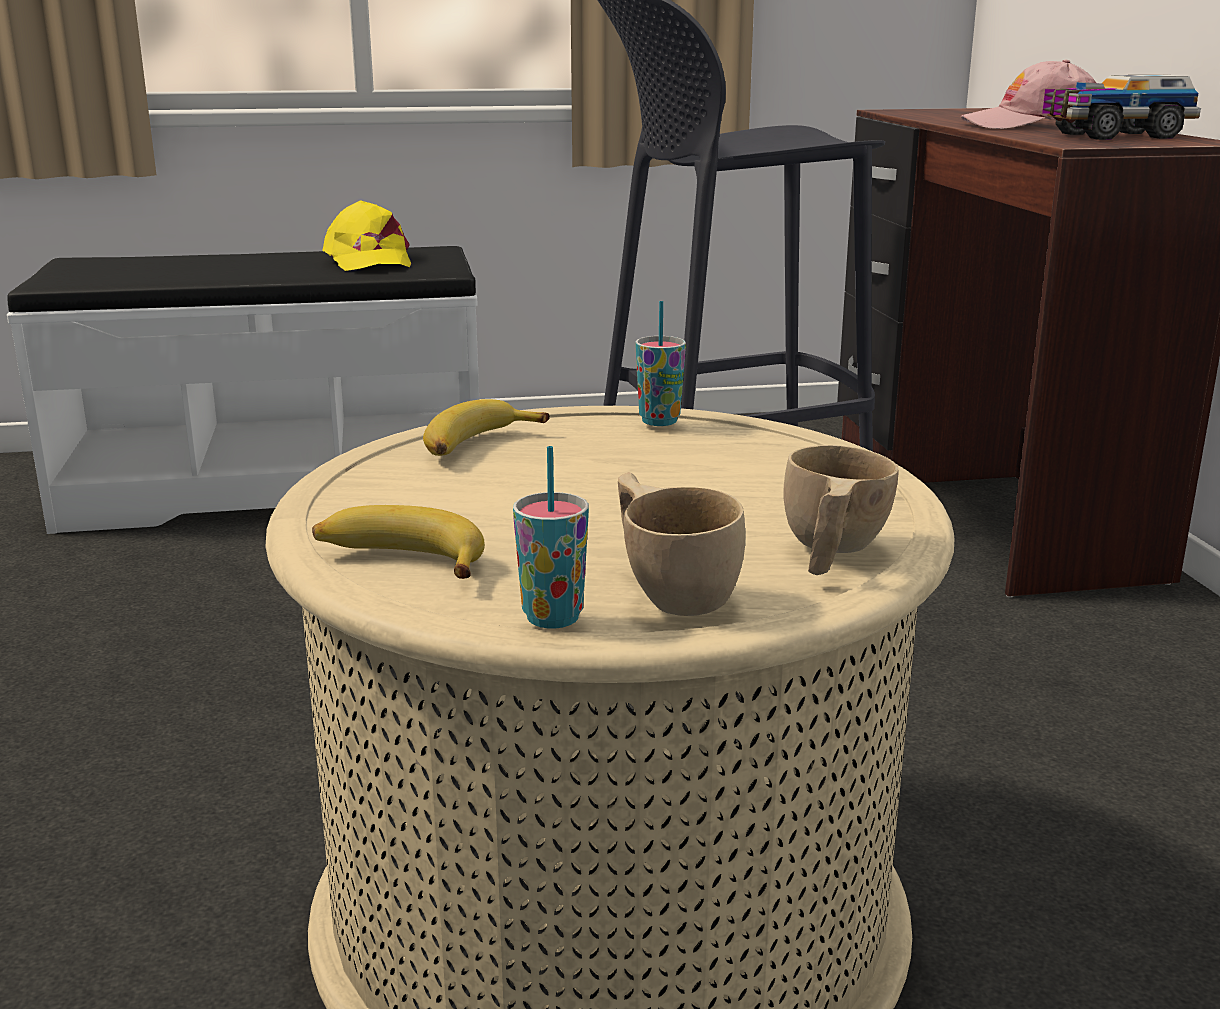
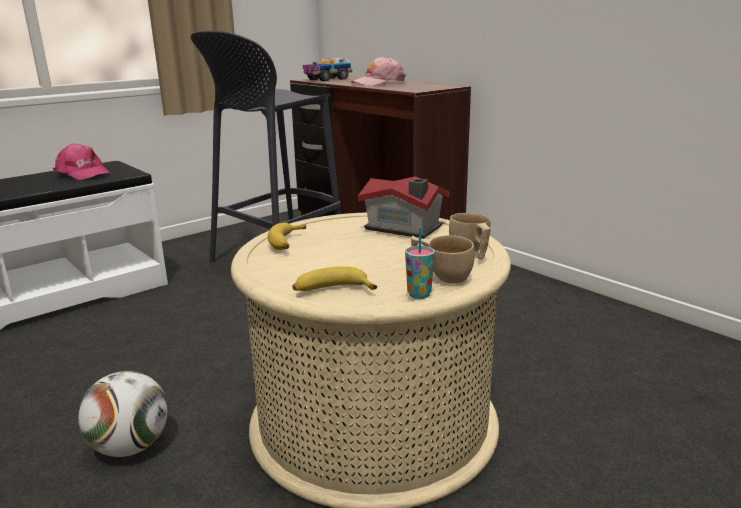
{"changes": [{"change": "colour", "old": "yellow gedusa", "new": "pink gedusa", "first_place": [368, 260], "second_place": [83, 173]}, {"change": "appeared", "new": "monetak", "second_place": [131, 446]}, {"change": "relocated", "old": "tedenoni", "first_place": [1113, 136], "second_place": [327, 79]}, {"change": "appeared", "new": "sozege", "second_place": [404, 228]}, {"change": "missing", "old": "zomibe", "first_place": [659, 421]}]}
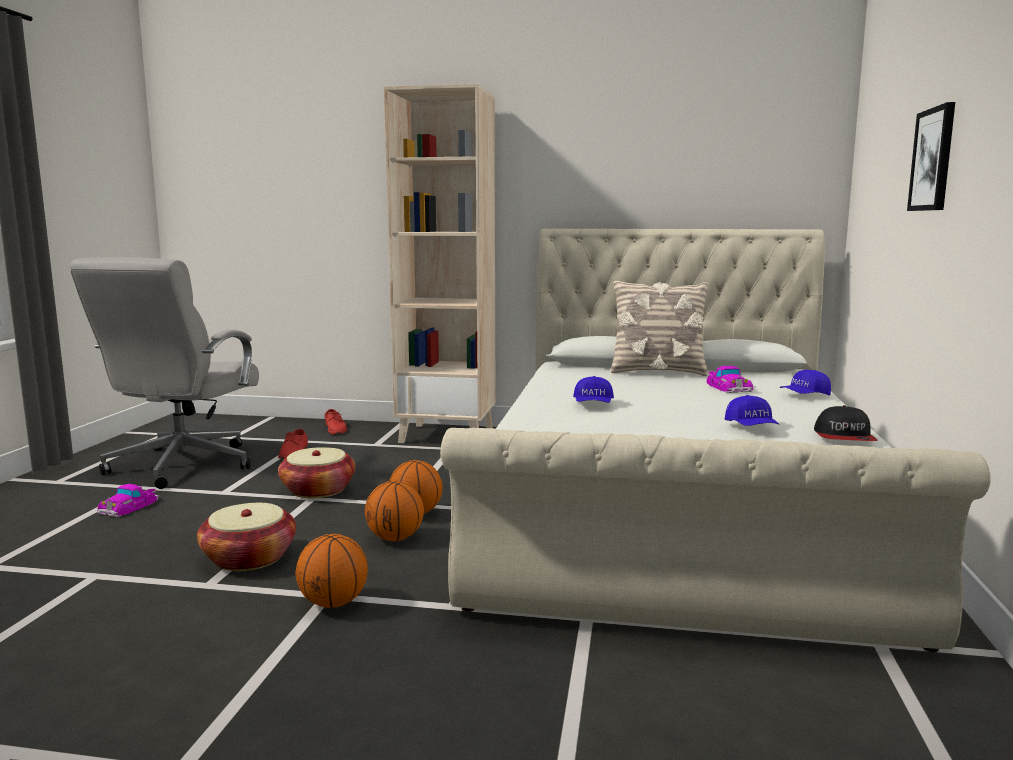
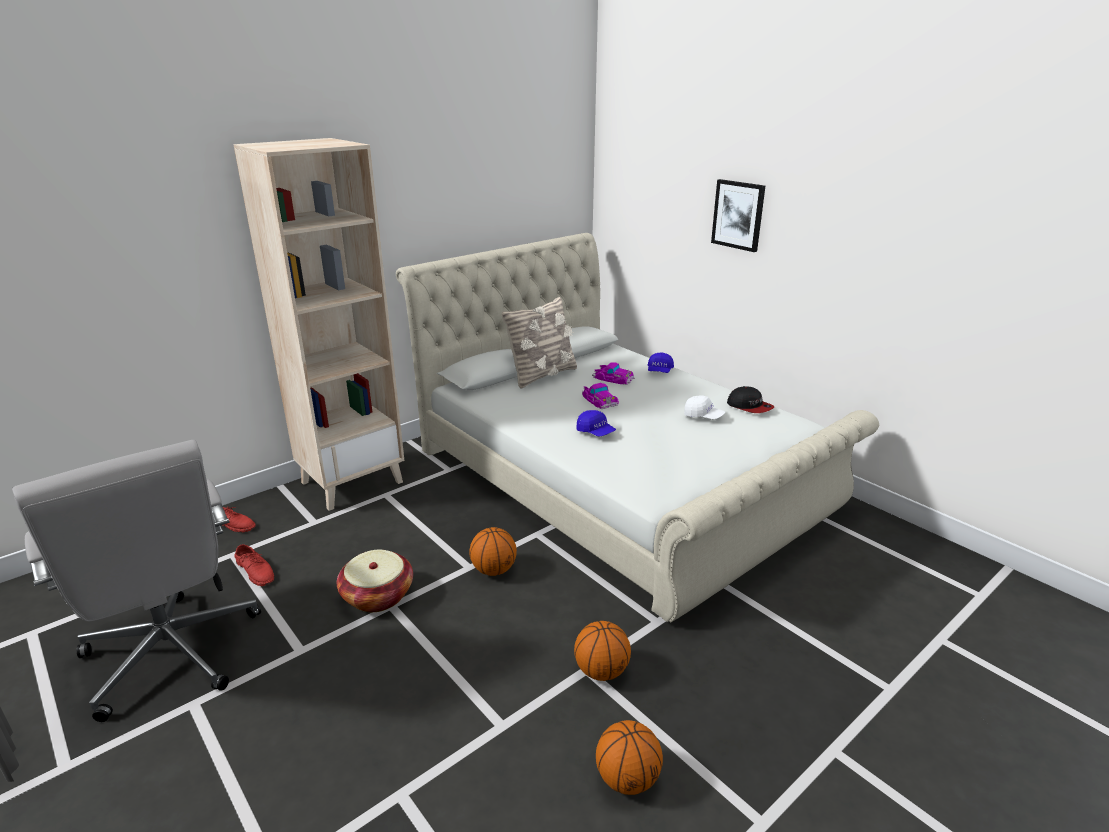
{"changes": [{"change": "relocated", "old": "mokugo", "first_place": [129, 506], "second_place": [599, 400]}, {"change": "relocated", "old": "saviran", "first_place": [395, 538], "second_place": [627, 779]}, {"change": "colour", "old": "blue gedusa", "new": "white gedusa", "first_place": [751, 427], "second_place": [703, 416]}, {"change": "missing", "old": "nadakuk", "first_place": [249, 558]}]}
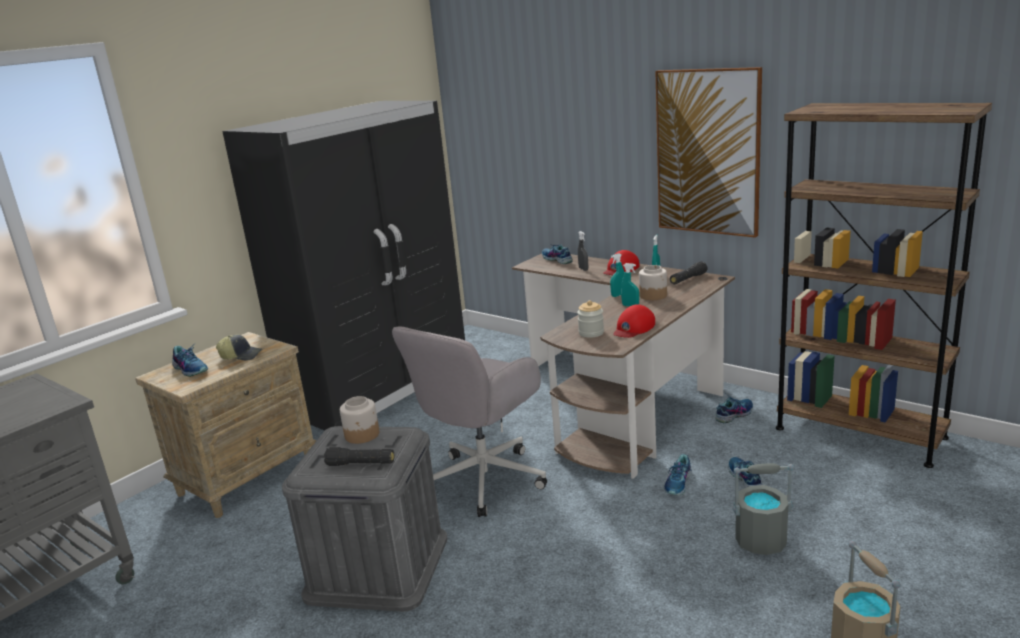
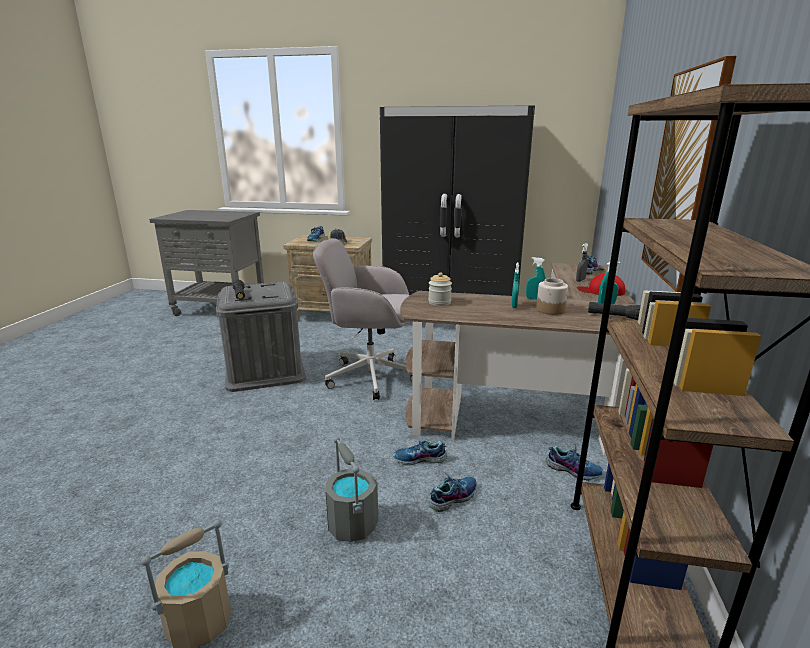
{"changes": [{"change": "missing", "old": "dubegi", "first_place": [362, 435]}, {"change": "missing", "old": "red gedusa", "first_place": [633, 328]}]}
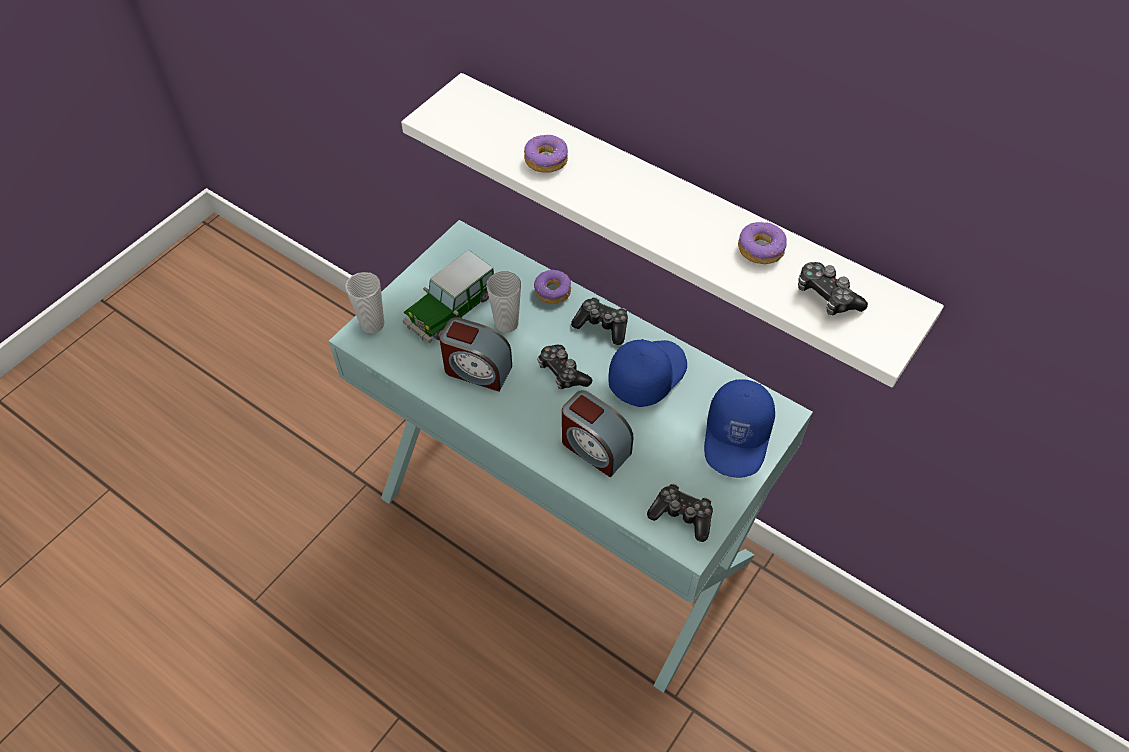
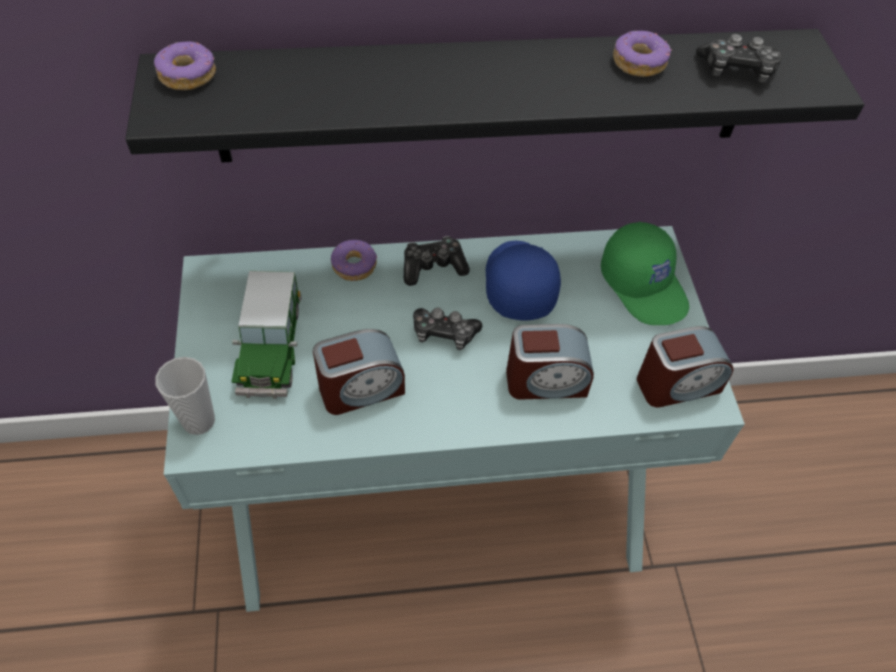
{"changes": [{"change": "colour", "old": "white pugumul", "new": "black pugumul", "first_place": [674, 217], "second_place": [486, 96]}, {"change": "relocated", "old": "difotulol", "first_place": [546, 160], "second_place": [187, 75]}, {"change": "colour", "old": "blue gedusa", "new": "green gedusa", "first_place": [738, 437], "second_place": [644, 286]}, {"change": "exchanged", "old": "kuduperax", "new": "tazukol", "first_place": [682, 515], "second_place": [677, 384]}, {"change": "missing", "old": "zomibe", "first_place": [506, 324]}]}
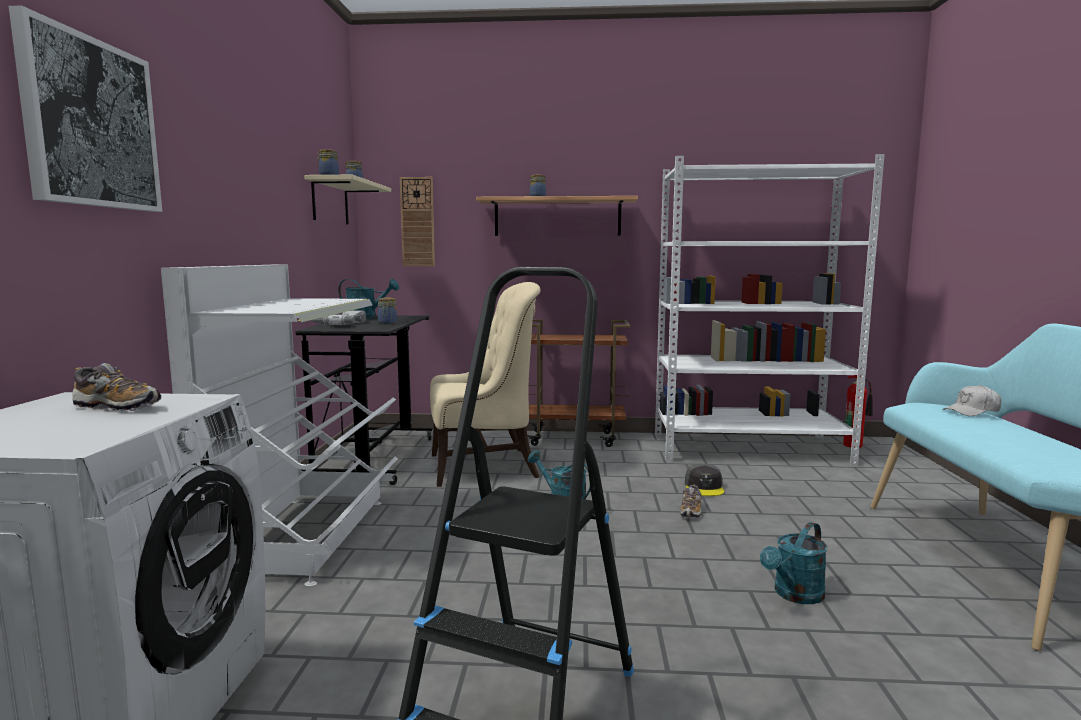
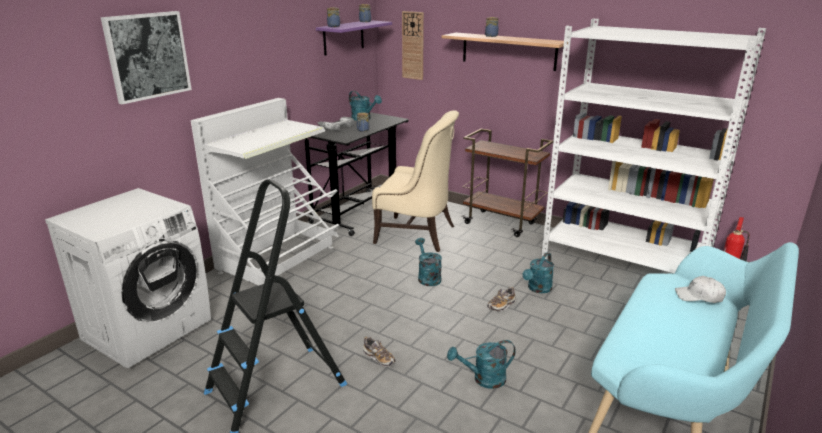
{"changes": [{"change": "colour", "old": "beige pugumul", "new": "purple pugumul", "first_place": [330, 202], "second_place": [343, 37]}, {"change": "relocated", "old": "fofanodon", "first_place": [117, 407], "second_place": [379, 358]}, {"change": "exchanged", "old": "grey gedusa", "new": "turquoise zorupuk", "first_place": [704, 487], "second_place": [537, 289]}]}
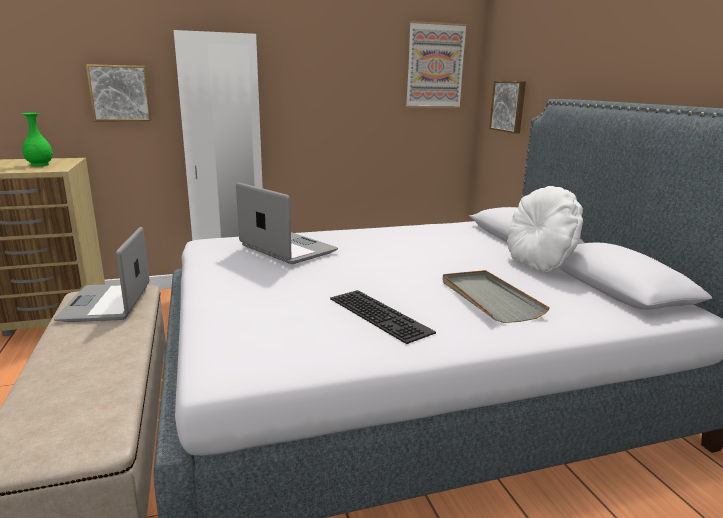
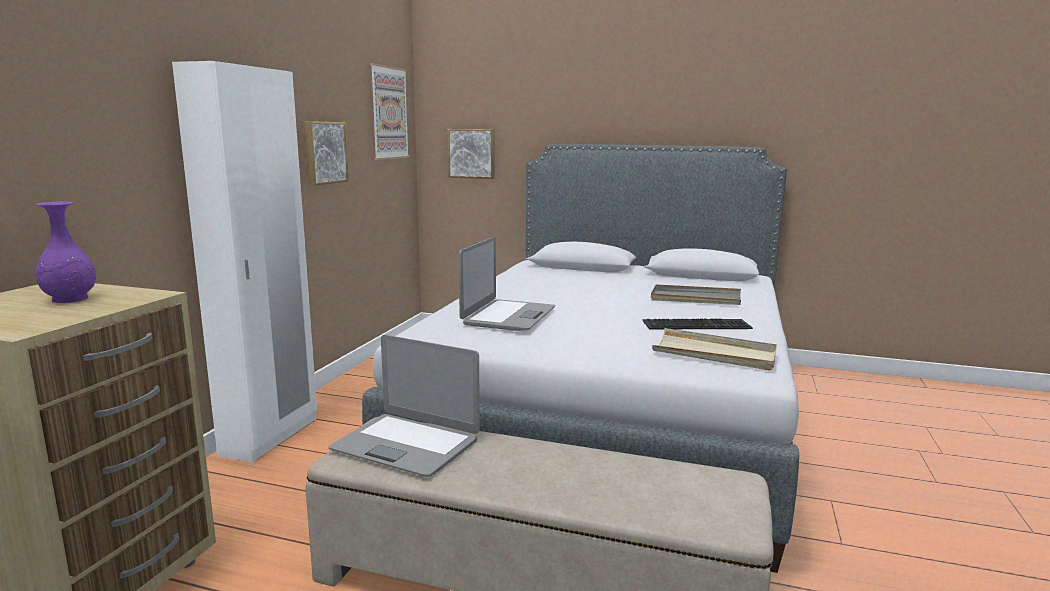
{"changes": [{"change": "colour", "old": "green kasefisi", "new": "purple kasefisi", "first_place": [39, 165], "second_place": [69, 299]}, {"change": "relocated", "old": "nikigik", "first_place": [120, 93], "second_place": [324, 152]}, {"change": "spun", "old": "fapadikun", "first_place": [287, 249], "second_place": [508, 316], "degrees": 120}, {"change": "appeared", "new": "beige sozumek", "second_place": [714, 354]}, {"change": "missing", "old": "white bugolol", "first_place": [538, 265]}]}
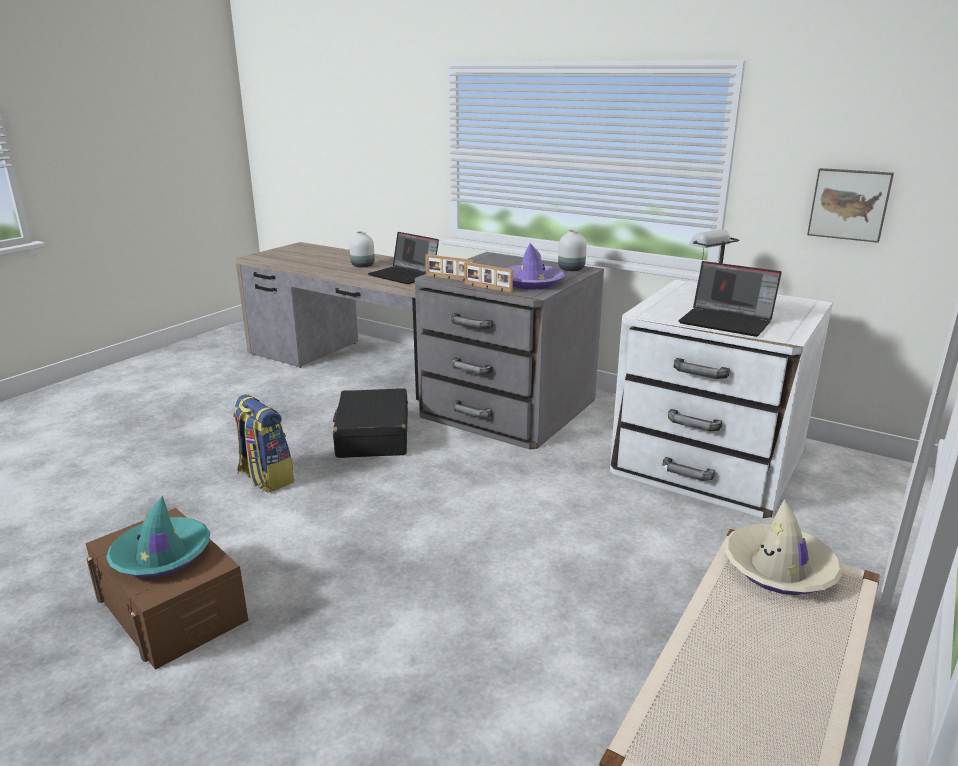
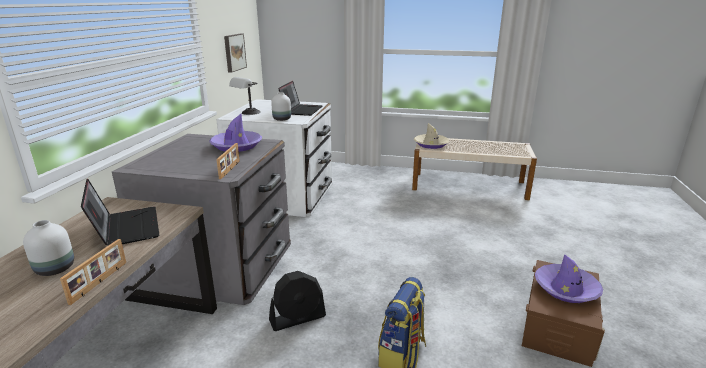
{"changes": [{"change": "relocated", "old": "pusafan", "first_place": [487, 288], "second_place": [100, 282]}, {"change": "spun", "old": "fapadikun", "first_place": [405, 275], "second_place": [126, 227], "degrees": -45}, {"change": "exchanged", "old": "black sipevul", "new": "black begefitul", "first_place": [373, 436], "second_place": [298, 318]}, {"change": "relocated", "old": "white kasefisi", "first_place": [571, 269], "second_place": [282, 119]}, {"change": "colour", "old": "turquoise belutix", "new": "purple belutix", "first_place": [161, 556], "second_place": [566, 288]}]}
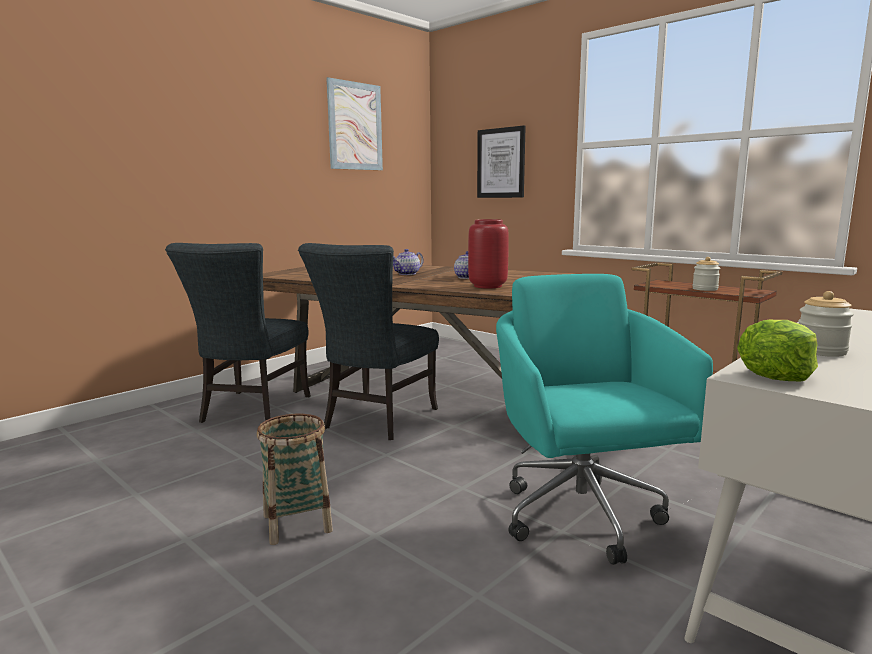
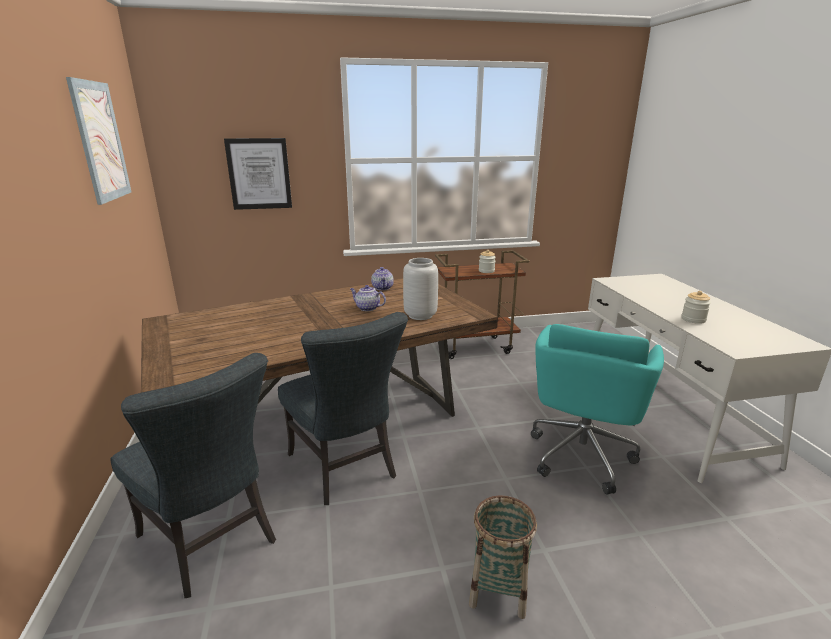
{"changes": [{"change": "relocated", "old": "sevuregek", "first_place": [407, 274], "second_place": [383, 288]}, {"change": "colour", "old": "red kasefisi", "new": "grey kasefisi", "first_place": [488, 286], "second_place": [420, 315]}, {"change": "spun", "old": "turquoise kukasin", "first_place": [584, 521], "second_place": [581, 454], "degrees": -90}, {"change": "missing", "old": "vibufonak", "first_place": [777, 374]}]}
